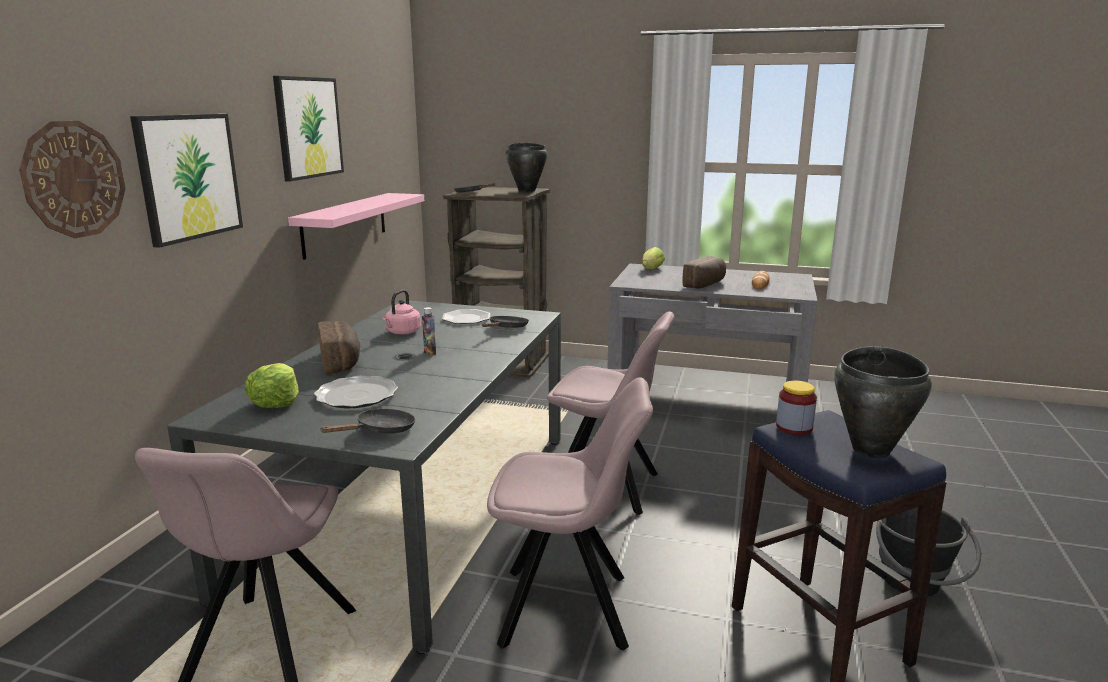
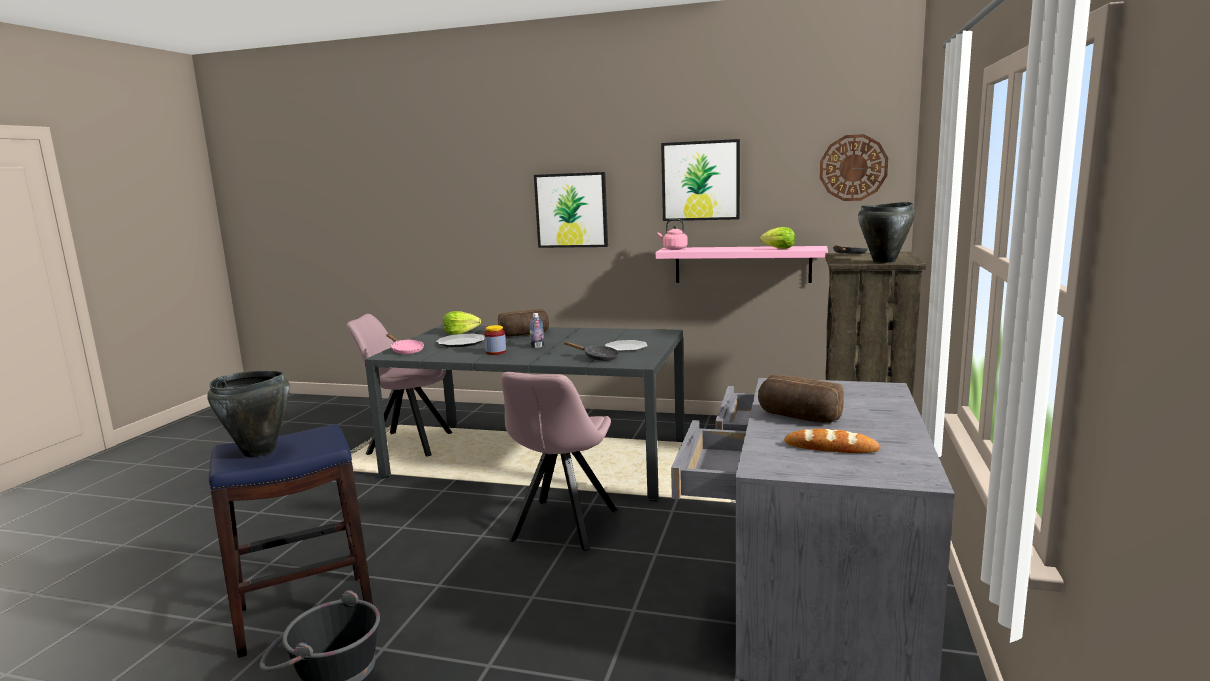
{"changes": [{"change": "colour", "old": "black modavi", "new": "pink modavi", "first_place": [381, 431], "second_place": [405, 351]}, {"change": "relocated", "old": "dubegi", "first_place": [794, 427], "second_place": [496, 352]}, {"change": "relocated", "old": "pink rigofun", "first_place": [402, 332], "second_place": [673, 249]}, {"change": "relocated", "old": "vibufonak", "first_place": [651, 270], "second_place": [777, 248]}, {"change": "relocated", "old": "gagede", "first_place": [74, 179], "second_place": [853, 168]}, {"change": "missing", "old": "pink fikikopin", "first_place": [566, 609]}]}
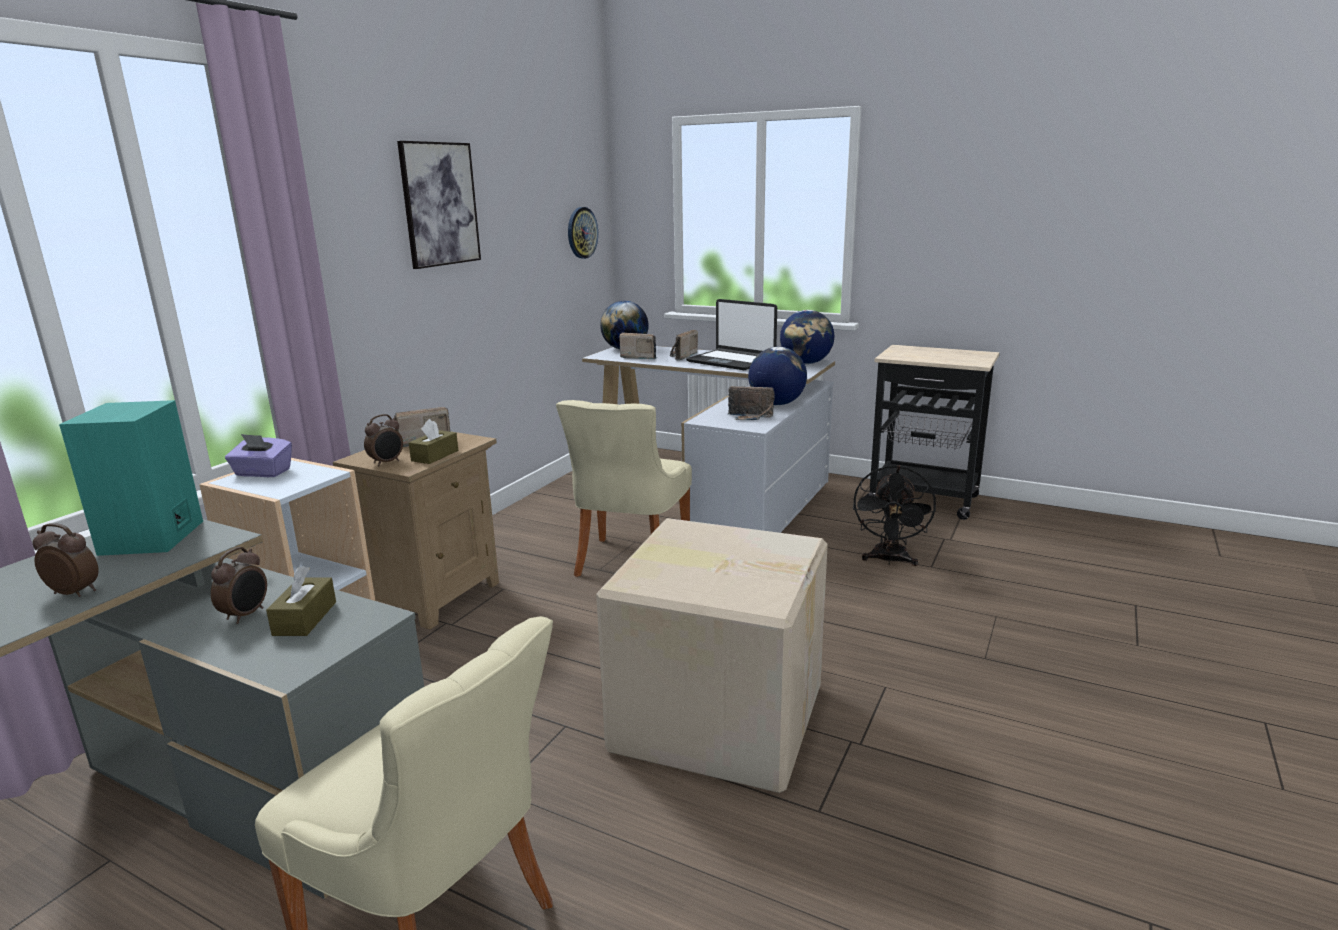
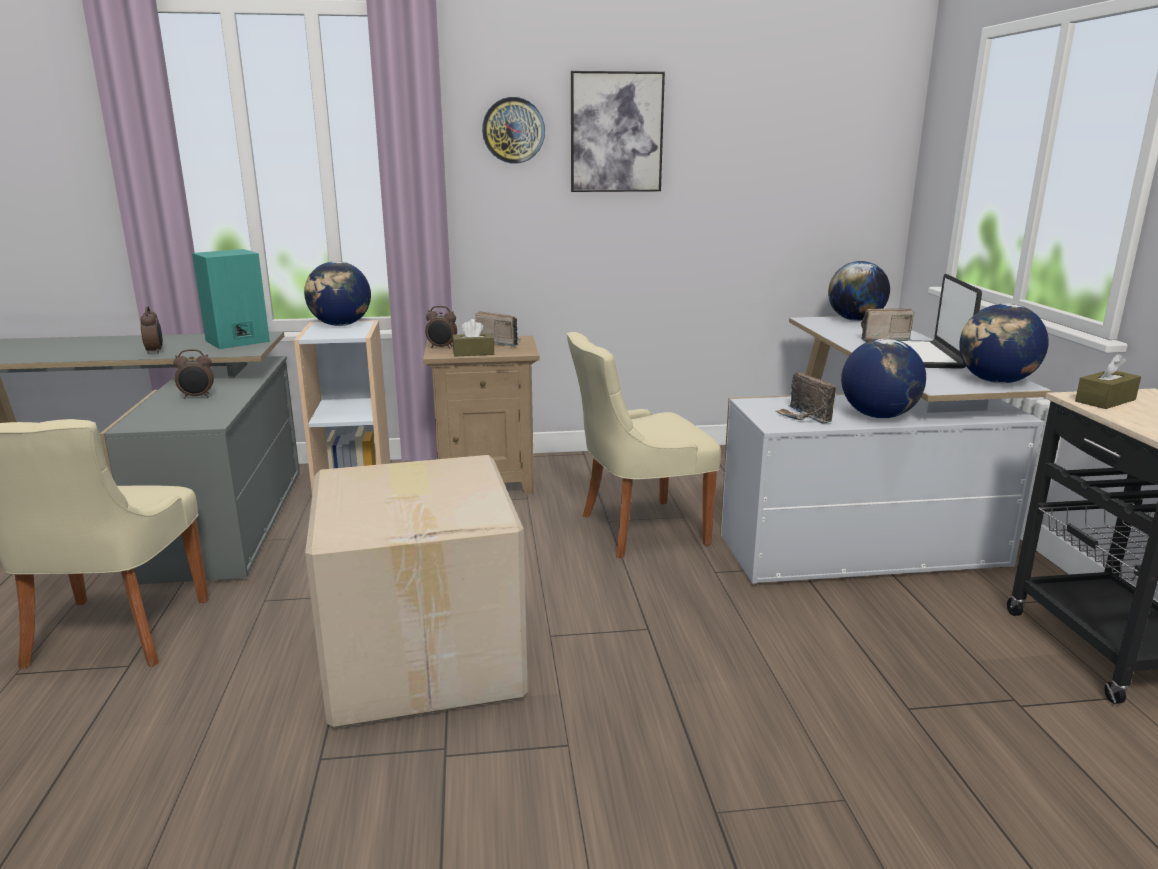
{"changes": [{"change": "exchanged", "old": "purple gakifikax", "new": "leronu", "first_place": [262, 473], "second_place": [341, 325]}, {"change": "relocated", "old": "gagede", "first_place": [581, 232], "second_place": [513, 130]}, {"change": "relocated", "old": "brown gakifikax", "first_place": [305, 618], "second_place": [1105, 400]}, {"change": "missing", "old": "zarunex", "first_place": [639, 357]}, {"change": "missing", "old": "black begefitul", "first_place": [889, 560]}]}
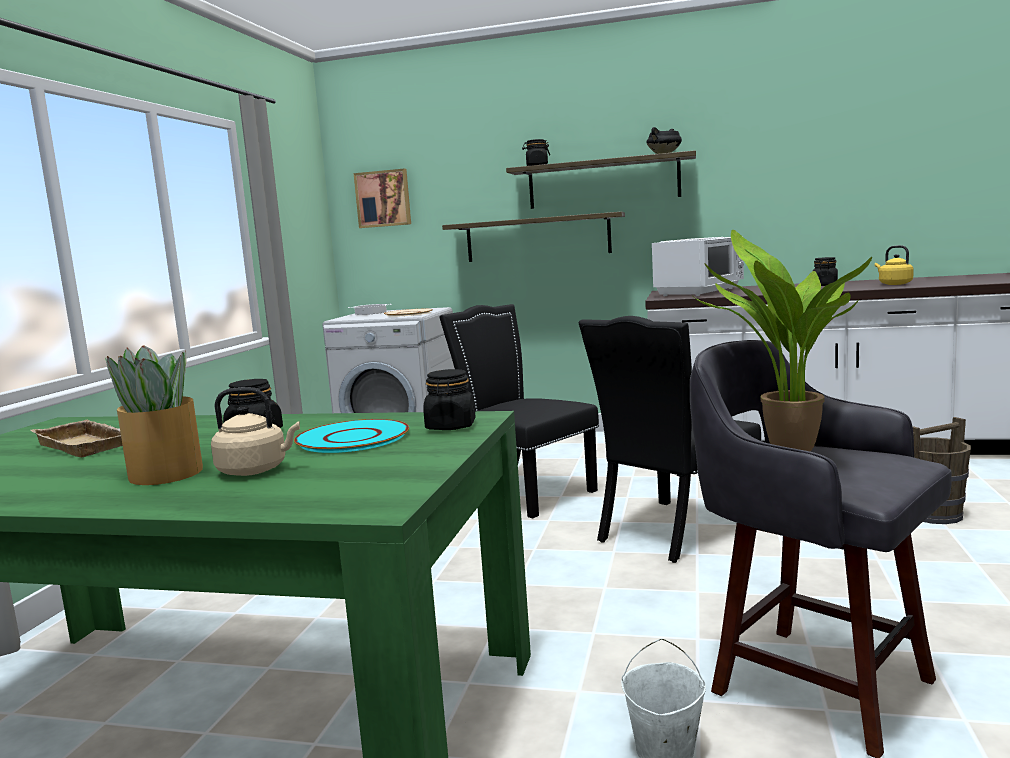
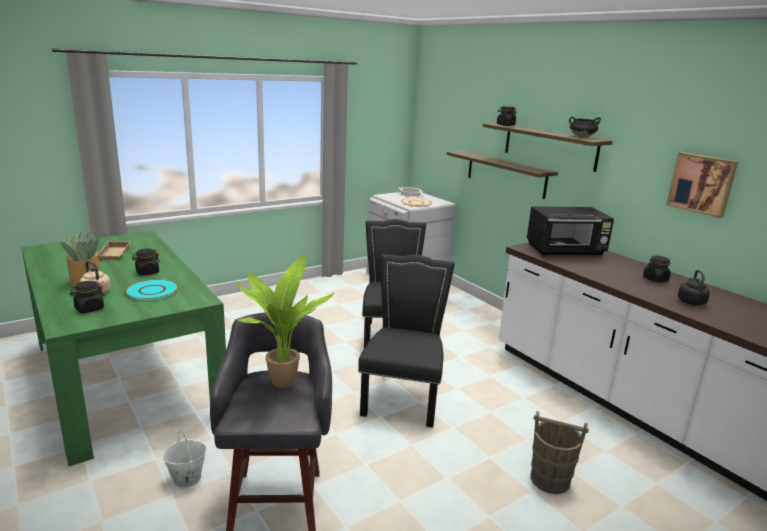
{"changes": [{"change": "relocated", "old": "black dubegi", "first_place": [451, 426], "second_place": [89, 309]}, {"change": "spun", "old": "black fikikopin", "first_place": [675, 529], "second_place": [403, 398], "degrees": 105}, {"change": "colour", "old": "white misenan", "new": "black misenan", "first_place": [701, 292], "second_place": [566, 251]}, {"change": "relocated", "old": "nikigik", "first_place": [383, 198], "second_place": [702, 184]}, {"change": "colour", "old": "yellow rigofun", "new": "black rigofun", "first_place": [893, 284], "second_place": [690, 301]}]}
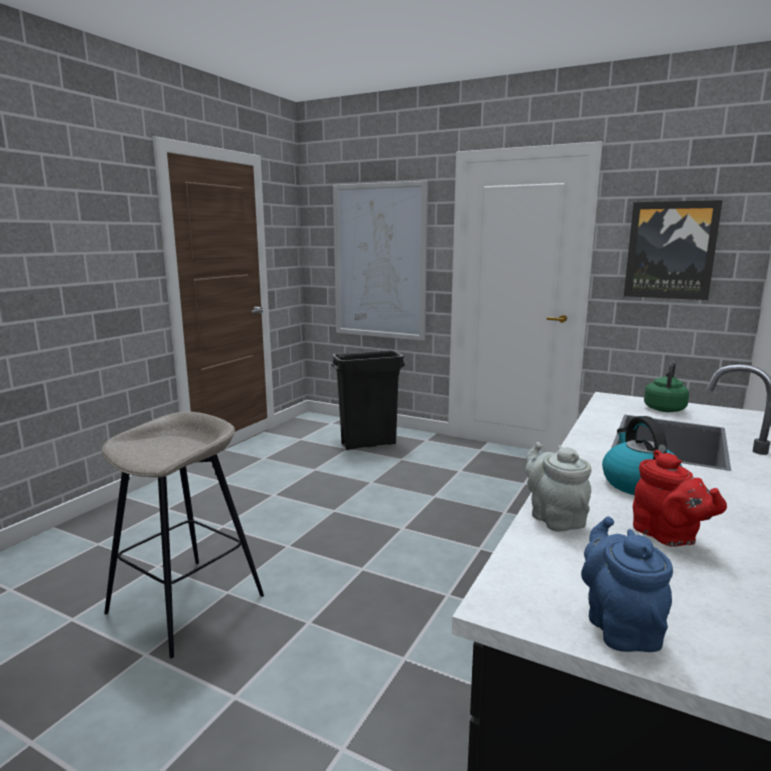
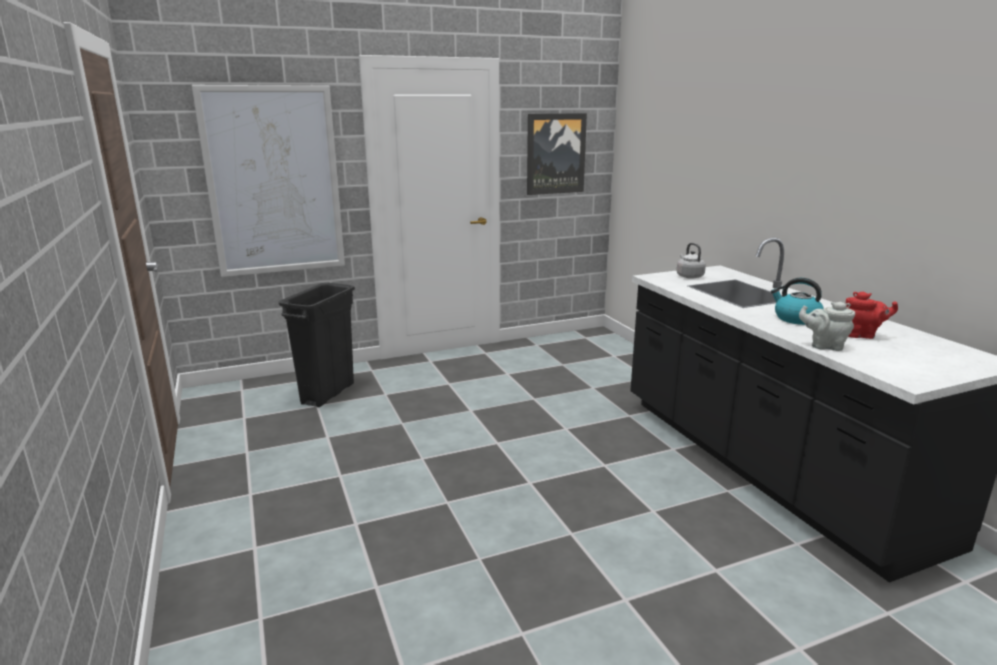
{"changes": [{"change": "colour", "old": "green rigofun", "new": "grey rigofun", "first_place": [664, 408], "second_place": [689, 276]}, {"change": "missing", "old": "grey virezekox", "first_place": [187, 604]}, {"change": "missing", "old": "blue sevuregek", "first_place": [619, 626]}]}
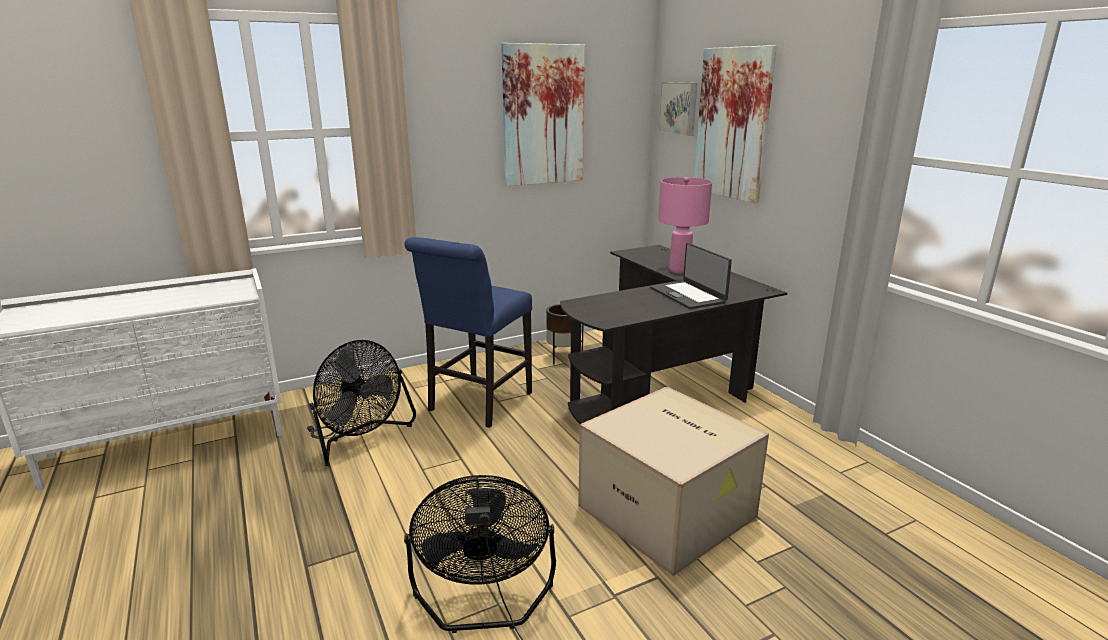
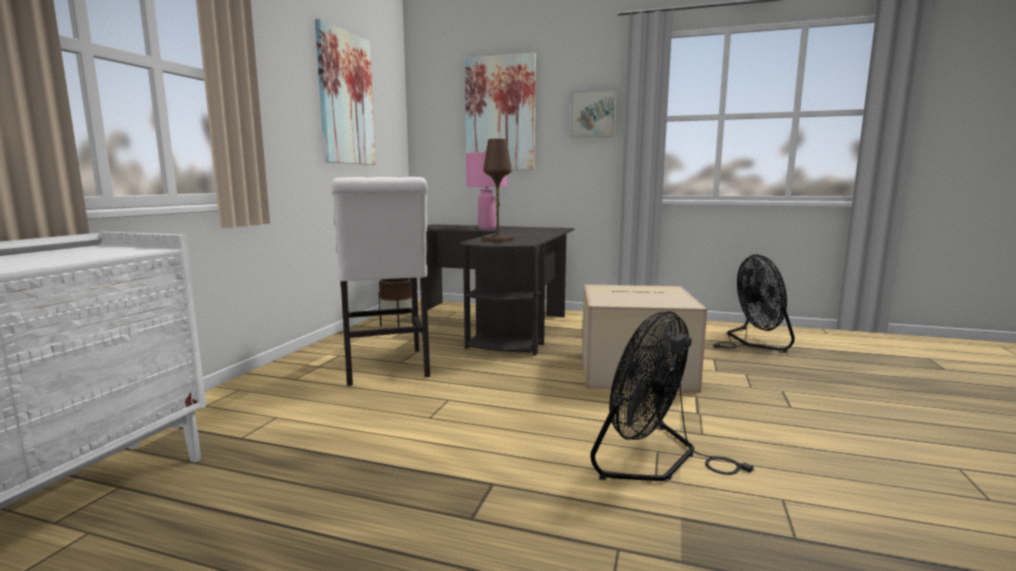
{"changes": [{"change": "colour", "old": "blue virezekox", "new": "white virezekox", "first_place": [476, 404], "second_place": [385, 369]}, {"change": "appeared", "new": "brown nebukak", "second_place": [497, 240]}, {"change": "relocated", "old": "nikigik", "first_place": [679, 108], "second_place": [593, 114]}, {"change": "relocated", "old": "black begefitul", "first_place": [356, 439], "second_place": [749, 341]}, {"change": "missing", "old": "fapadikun", "first_place": [688, 295]}]}
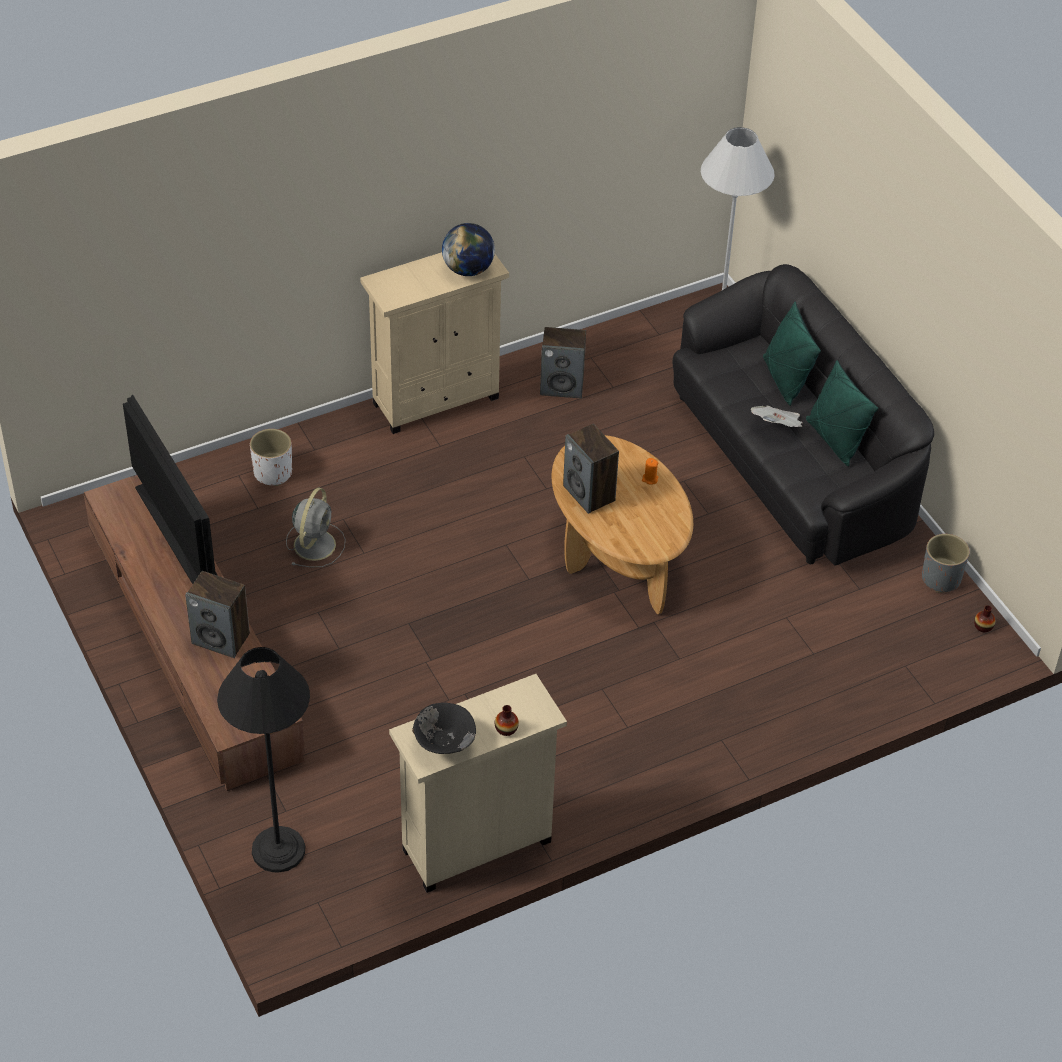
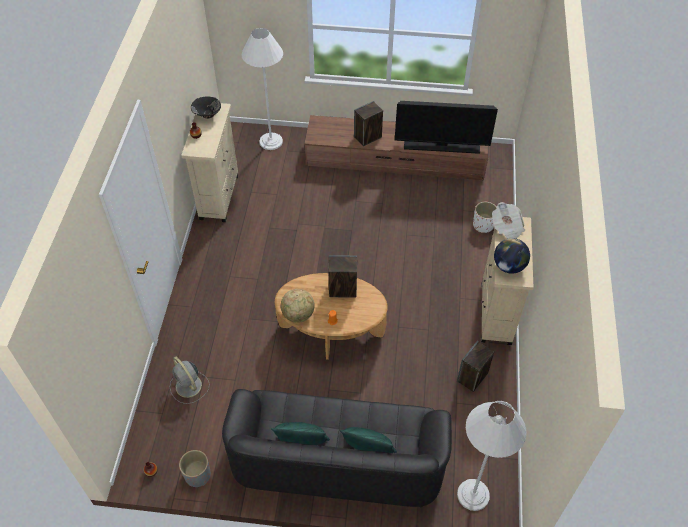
{"changes": [{"change": "relocated", "old": "grey begefitul", "first_place": [315, 543], "second_place": [189, 387]}, {"change": "colour", "old": "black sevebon", "new": "white sevebon", "first_place": [278, 850], "second_place": [271, 141]}, {"change": "appeared", "new": "leronu", "second_place": [298, 315]}, {"change": "relocated", "old": "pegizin", "first_place": [777, 426], "second_place": [507, 228]}]}
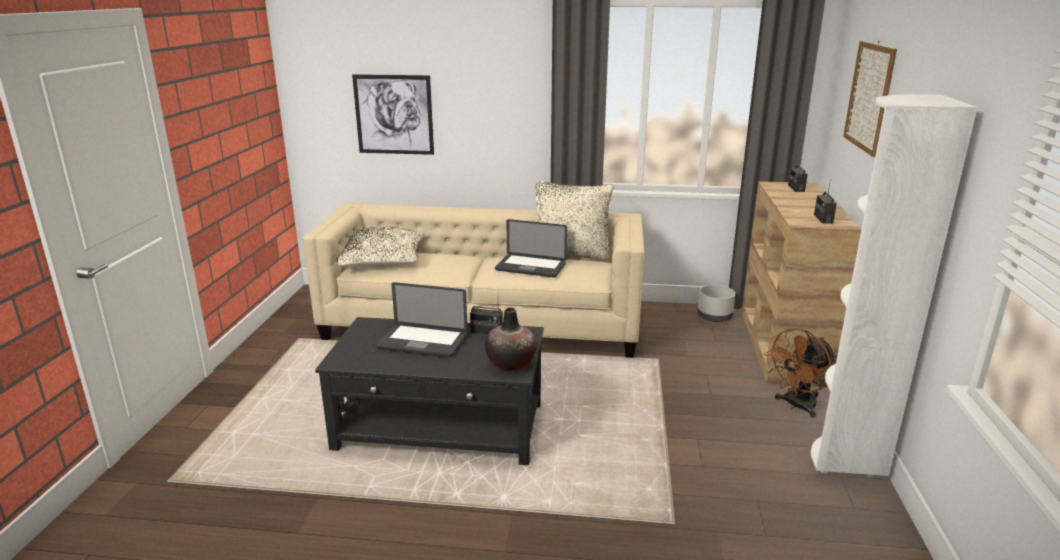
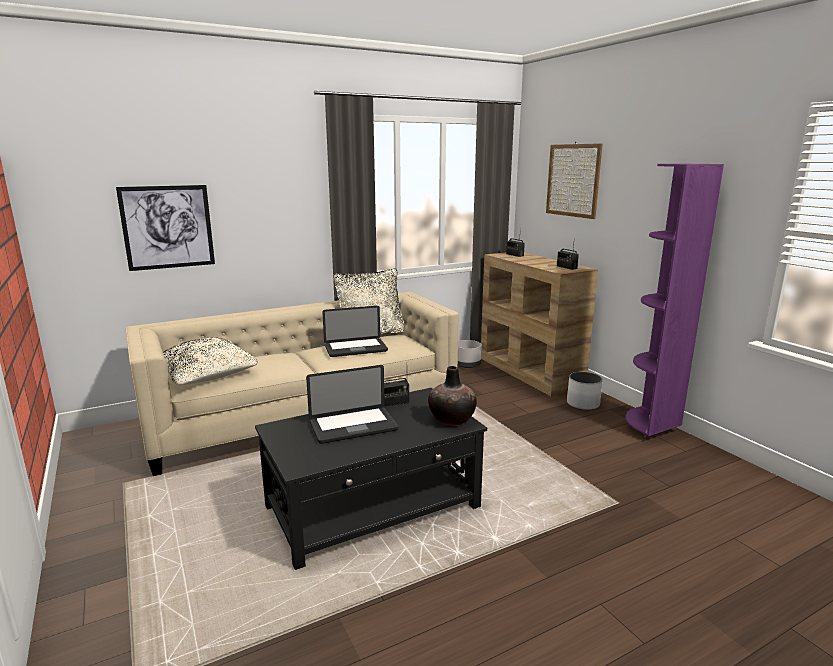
{"changes": [{"change": "exchanged", "old": "brown begefitul", "new": "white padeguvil", "first_place": [796, 406], "second_place": [583, 404]}, {"change": "colour", "old": "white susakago", "new": "purple susakago", "first_place": [844, 462], "second_place": [647, 427]}]}
